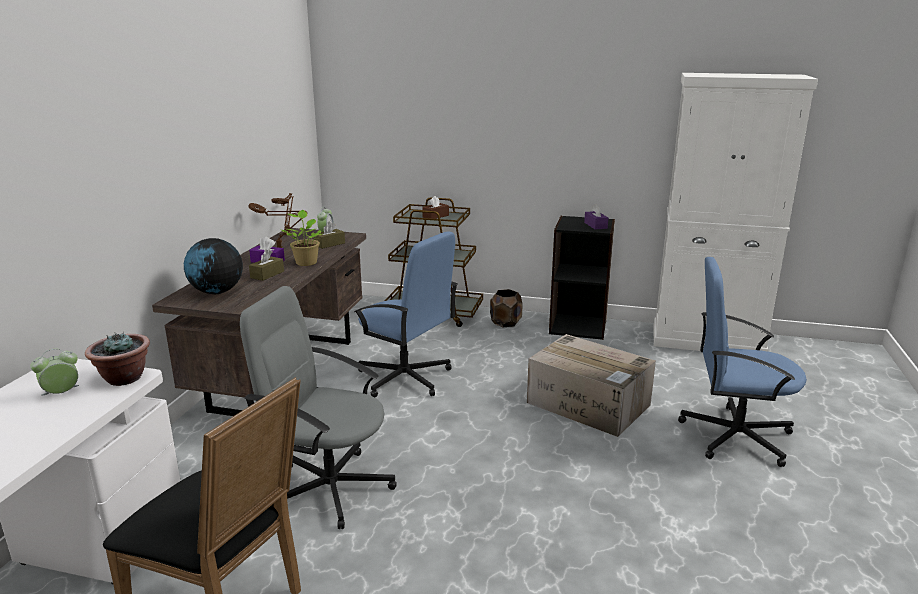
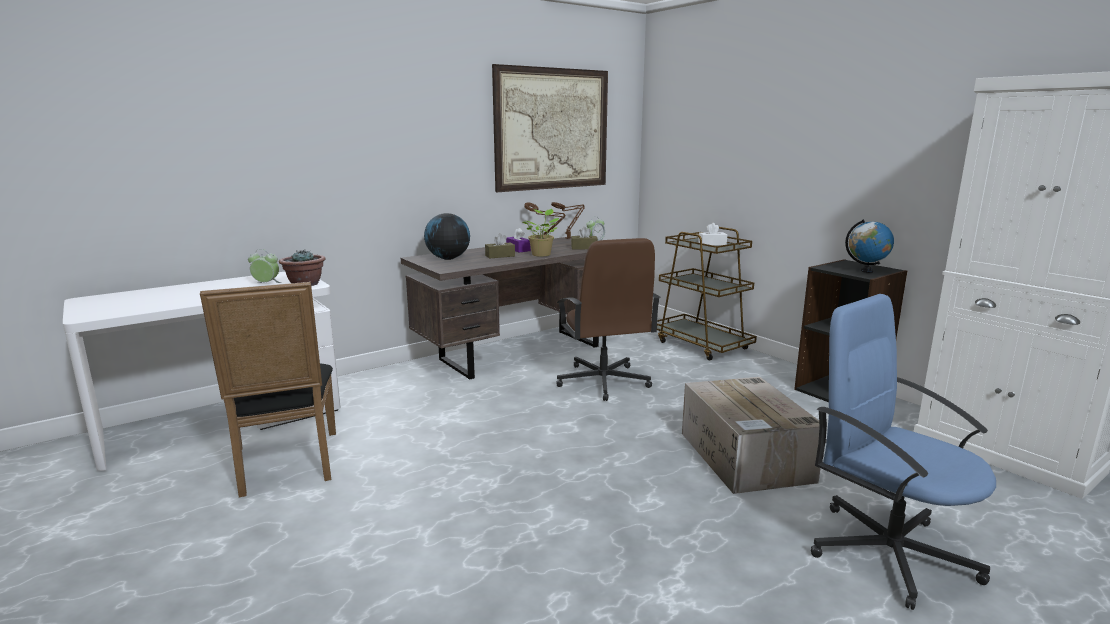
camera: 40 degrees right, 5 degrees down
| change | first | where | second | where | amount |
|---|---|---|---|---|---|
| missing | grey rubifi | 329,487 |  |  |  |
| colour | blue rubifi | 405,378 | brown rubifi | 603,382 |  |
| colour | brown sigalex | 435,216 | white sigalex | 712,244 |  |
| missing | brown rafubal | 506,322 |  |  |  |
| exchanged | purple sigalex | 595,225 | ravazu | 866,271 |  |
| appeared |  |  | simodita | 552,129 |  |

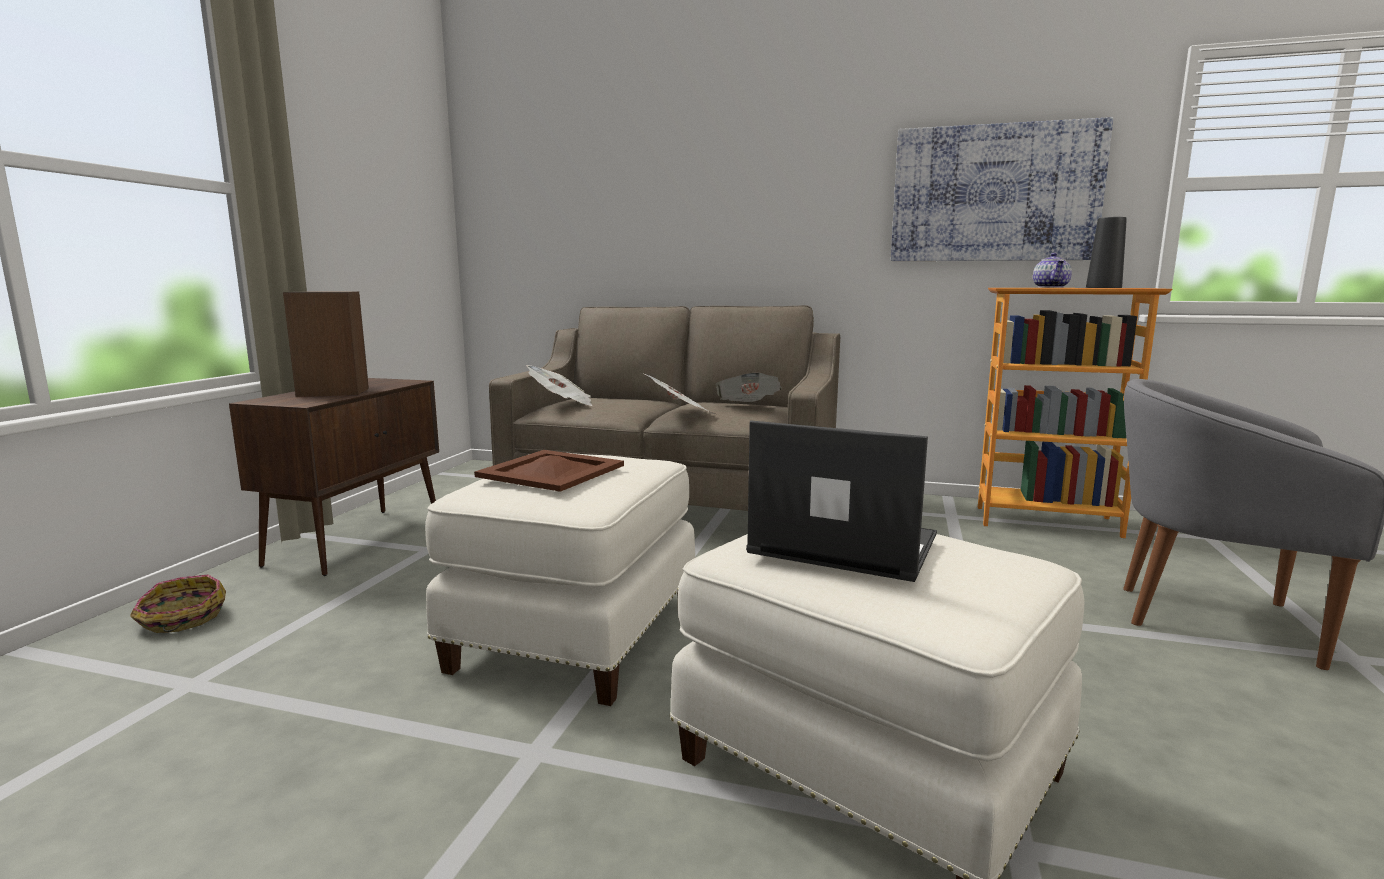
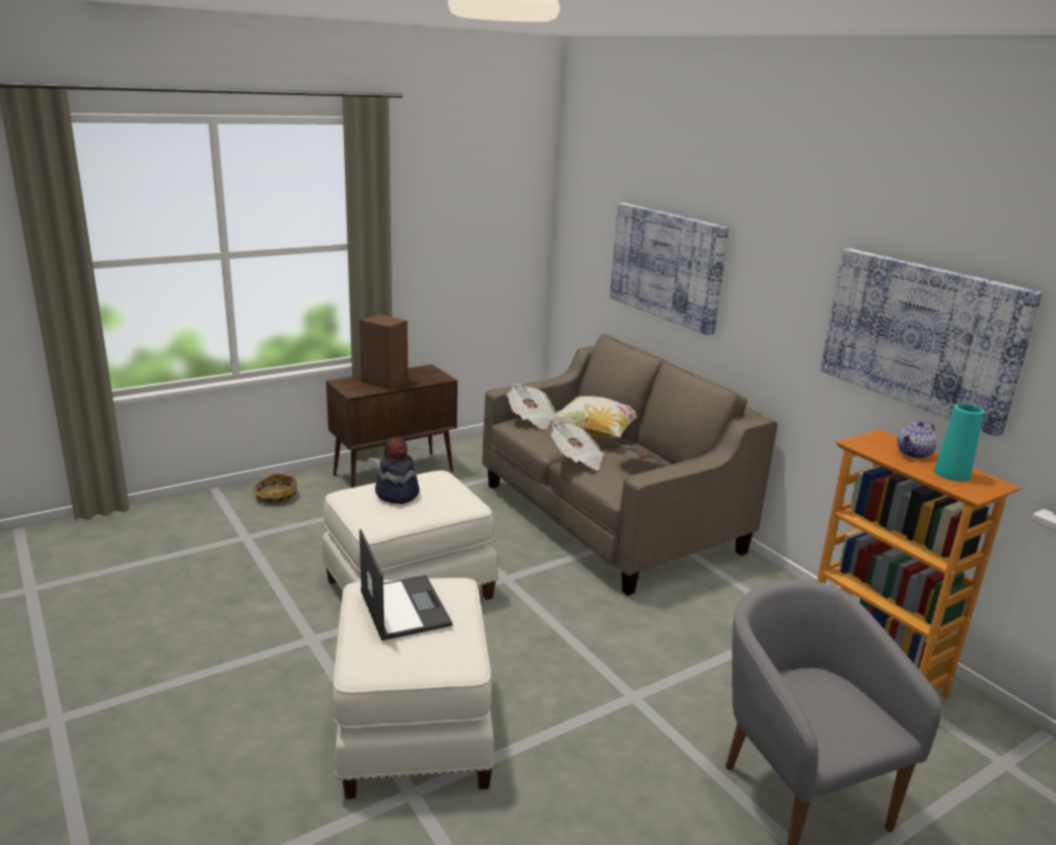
camera: 40 degrees right, 10 degrees up
| change | first | where | second | where | amount |
|---|---|---|---|---|---|
| exchanged | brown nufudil | 551,471 | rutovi | 396,494 |  |
| colour | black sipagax | 1103,287 | turquoise sipagax | 952,474 |  |
| appeared |  |  | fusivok | 595,434 |  |
| appeared |  |  | simodita | 667,265 |  |

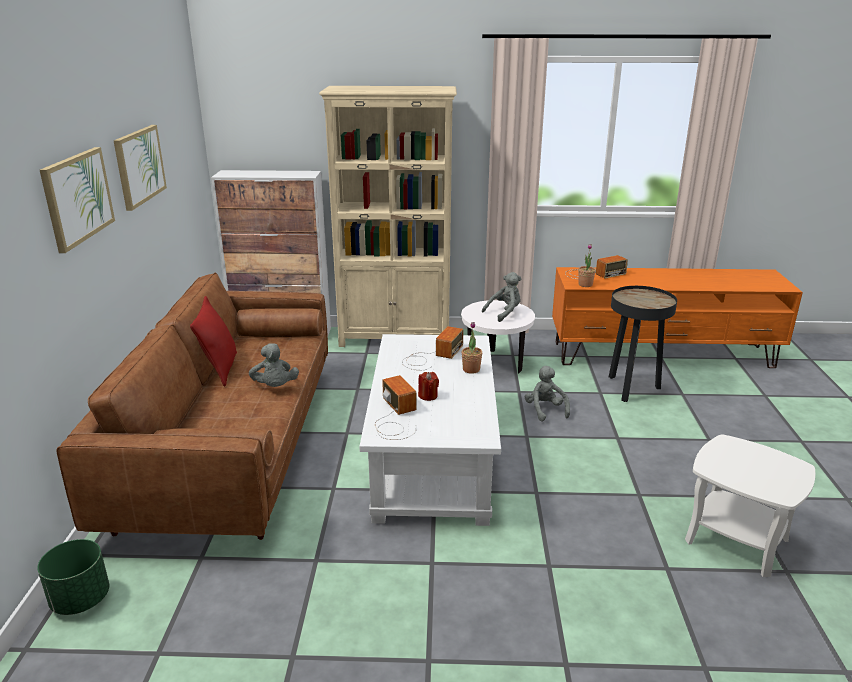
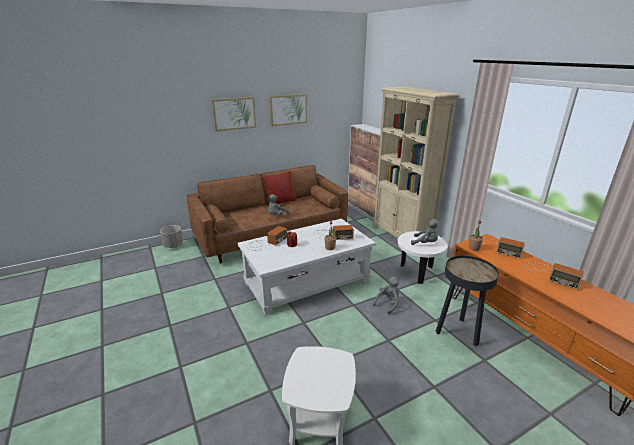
camera: 60 degrees right, 0 degrees up
| change | first | where | second | where | amount |
|---|---|---|---|---|---|
| colour | green rafubal | 80,599 | grey rafubal | 173,245 |  |
| appeared |  |  | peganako | 550,273 |  |

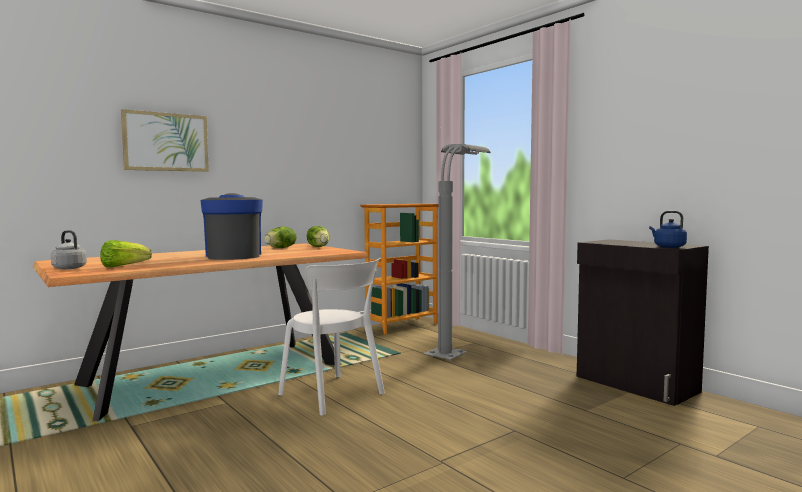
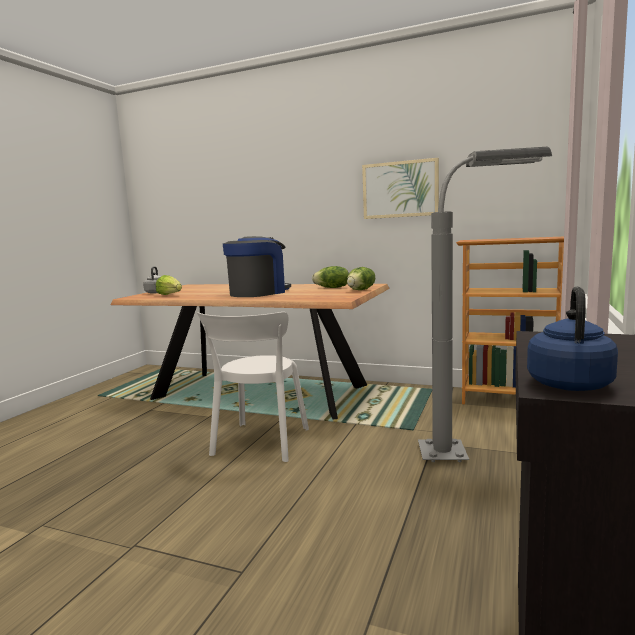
camera: 60 degrees right, 5 degrees up
| change | first | where | second | where | amount |
|---|---|---|---|---|---|
| relocated | simodita | 166,142 |  | 400,189 |  |

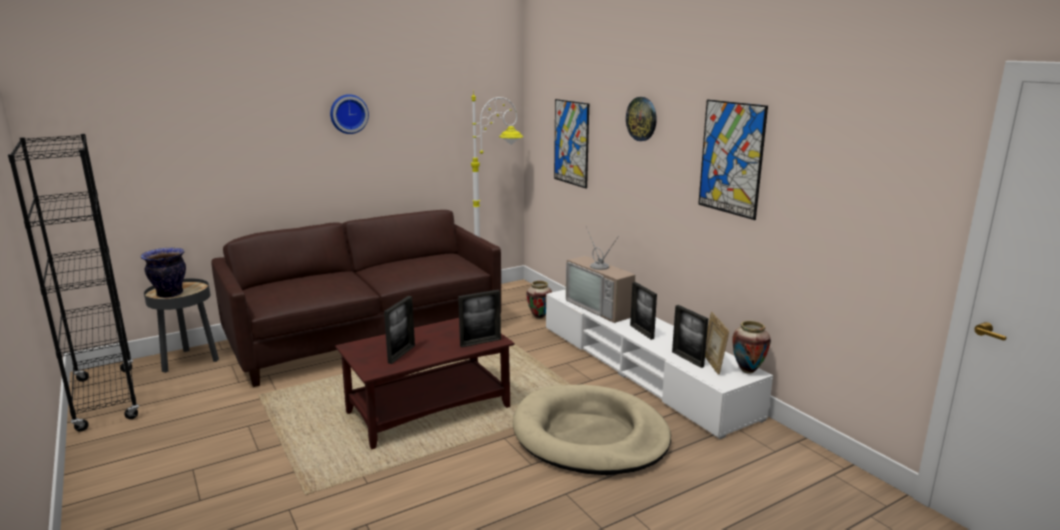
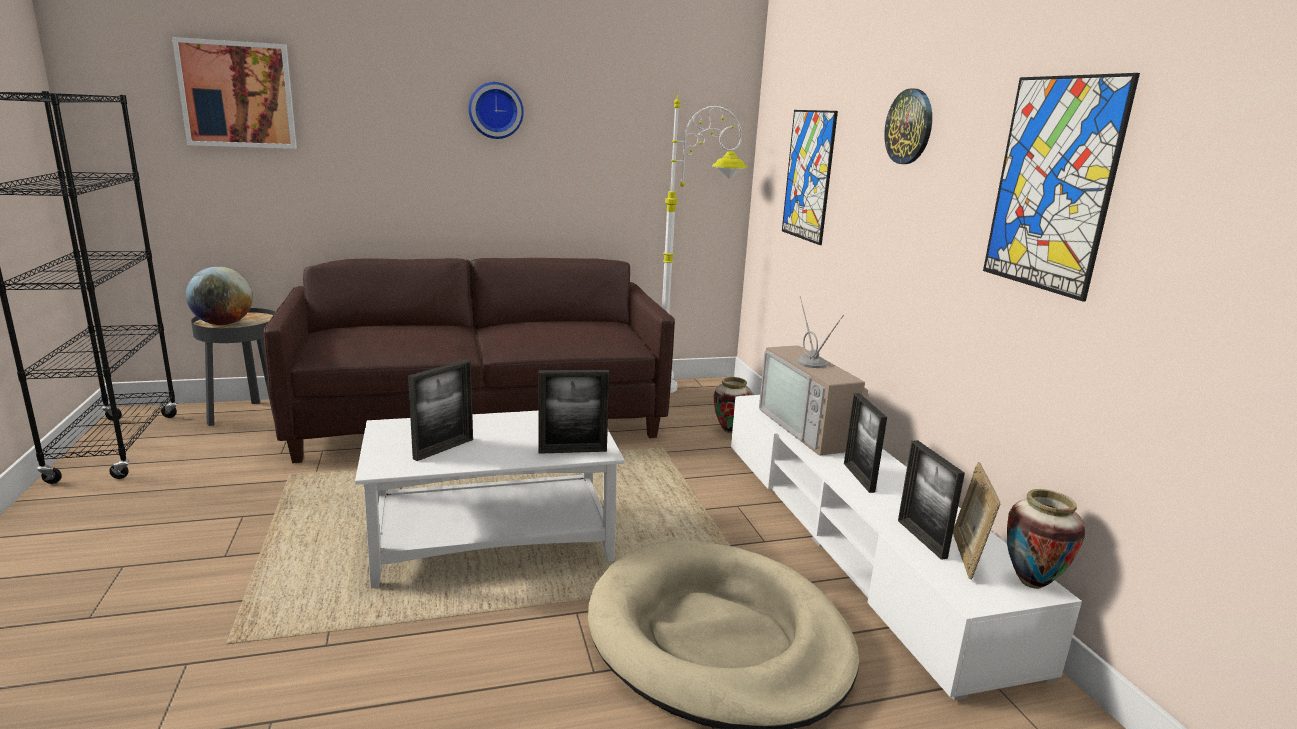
camera: 15 degrees right, 0 degrees up
| change | first | where | second | where | amount |
|---|---|---|---|---|---|
| exchanged | sipagax | 169,294 | ravazu | 223,324 |  |
| colour | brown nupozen | 429,409 | white nupozen | 494,541 |  |
| appeared |  |  | simodita | 237,95 |  |

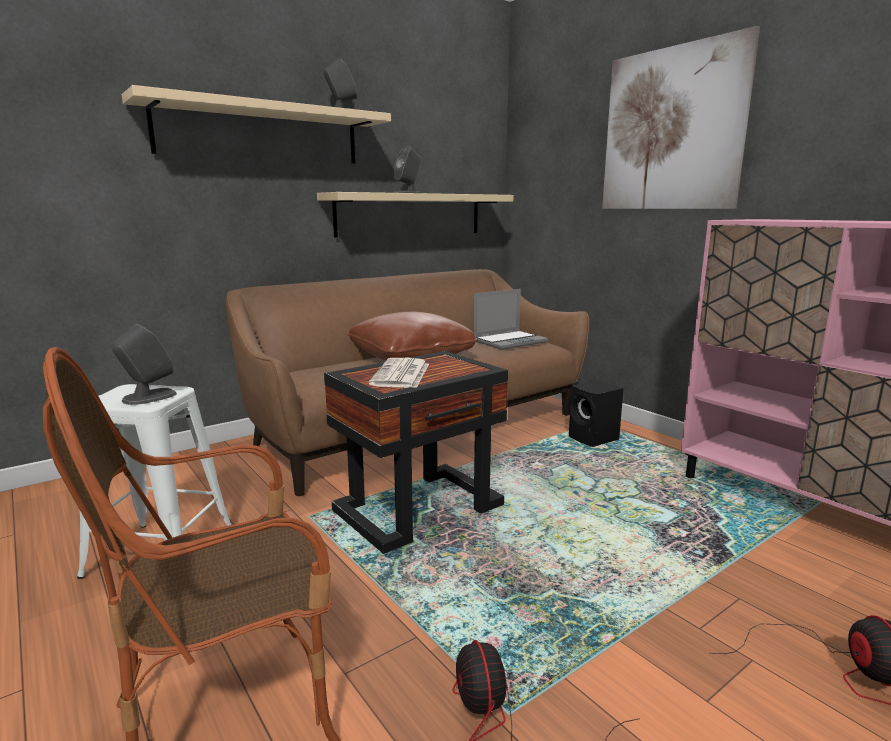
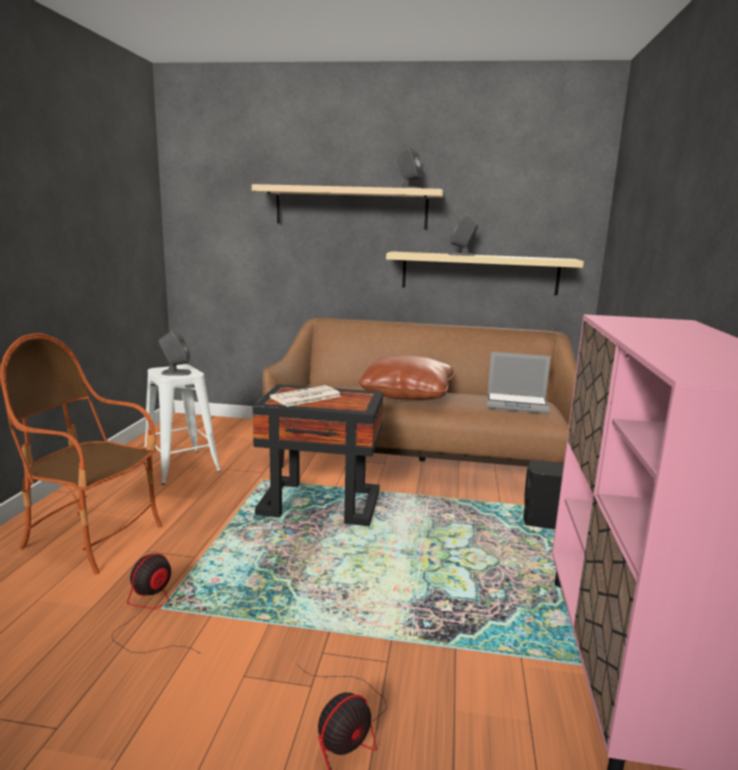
camera: 45 degrees right, 0 degrees up
| change | first | where | second | where | amount |
|---|---|---|---|---|---|
| missing | simodita | 672,130 |  |  |  |

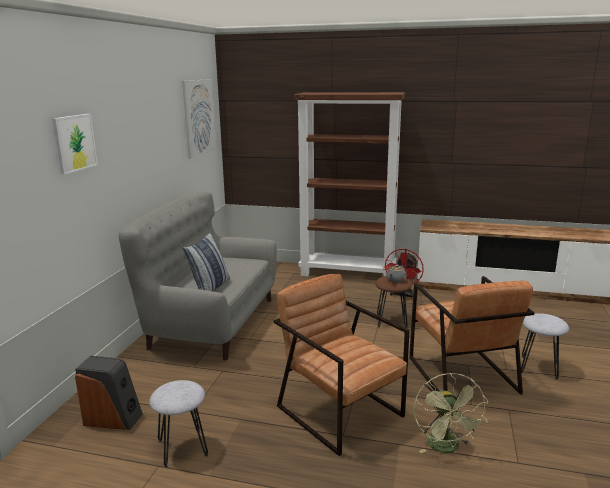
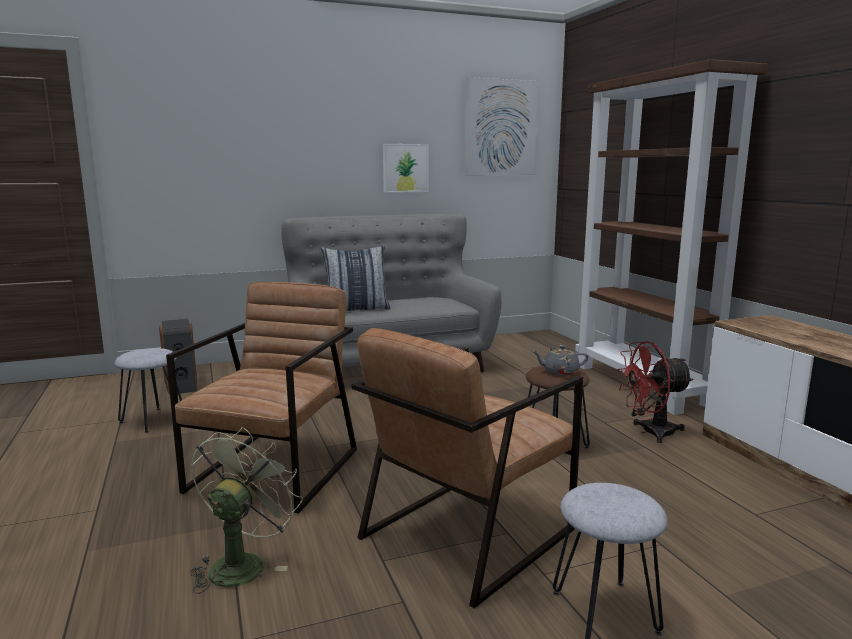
camera: 55 degrees right, 5 degrees down
| change | first | where | second | where | amount |
|---|---|---|---|---|---|
| relocated | simodita | 74,143 |  | 405,168 |  |
| spun | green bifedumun | 446,448 |  | 242,563 | 150 degrees clockwise |

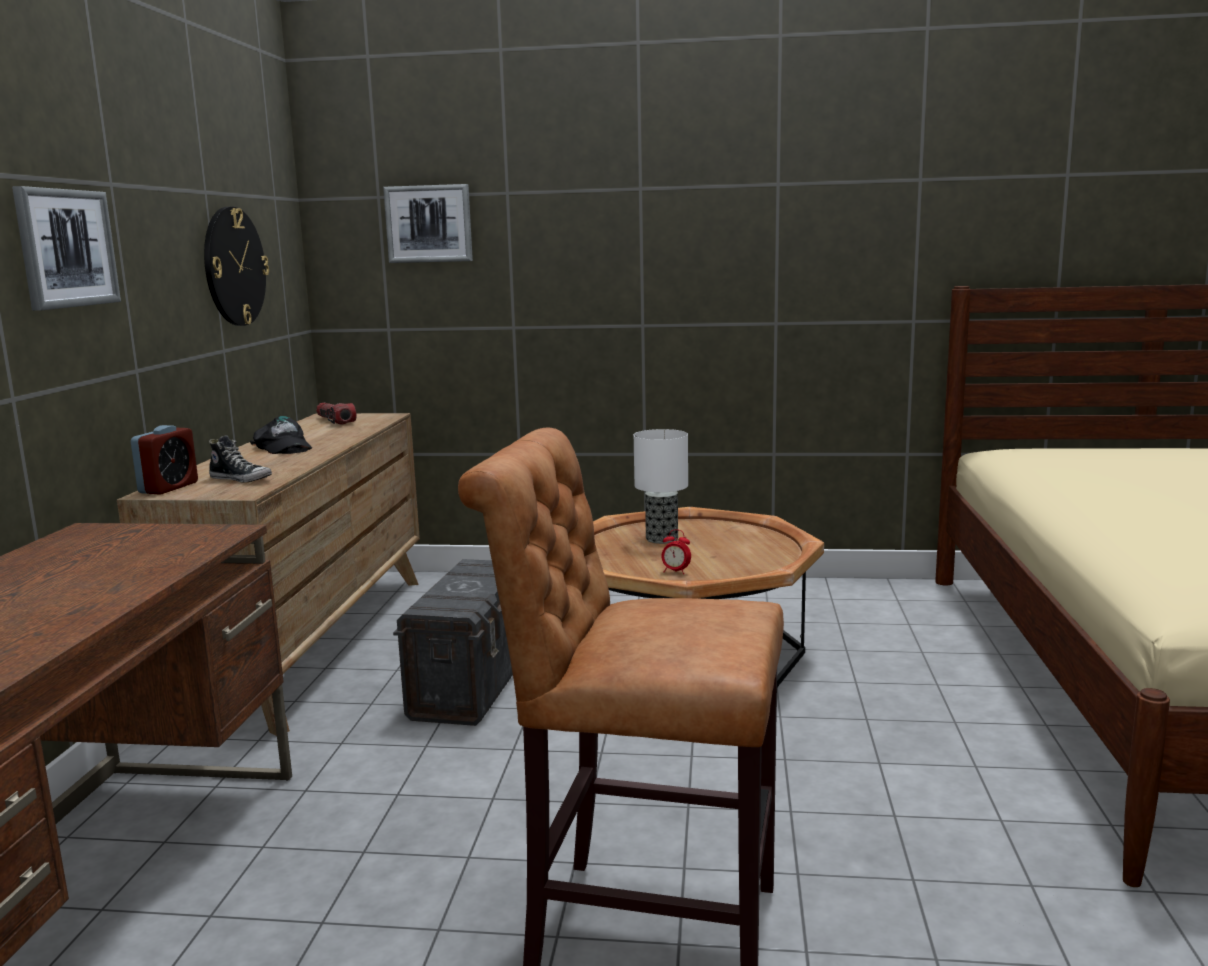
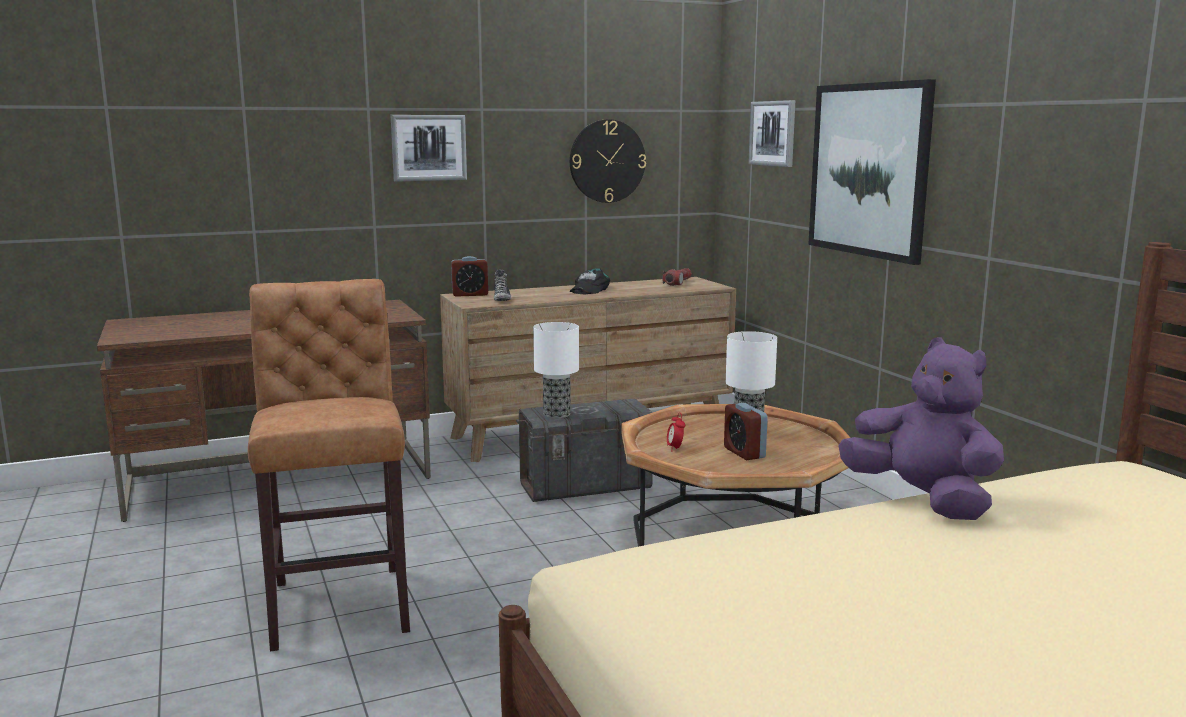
camera: 60 degrees right, 0 degrees up
| change | first | where | second | where | amount |
|---|---|---|---|---|---|
| appeared |  |  | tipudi | 556,414 |  |
| appeared |  |  | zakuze | 744,453 |  |
| appeared |  |  | simodita | 869,170 |  |
| appeared |  |  | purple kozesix | 922,500 |  |

